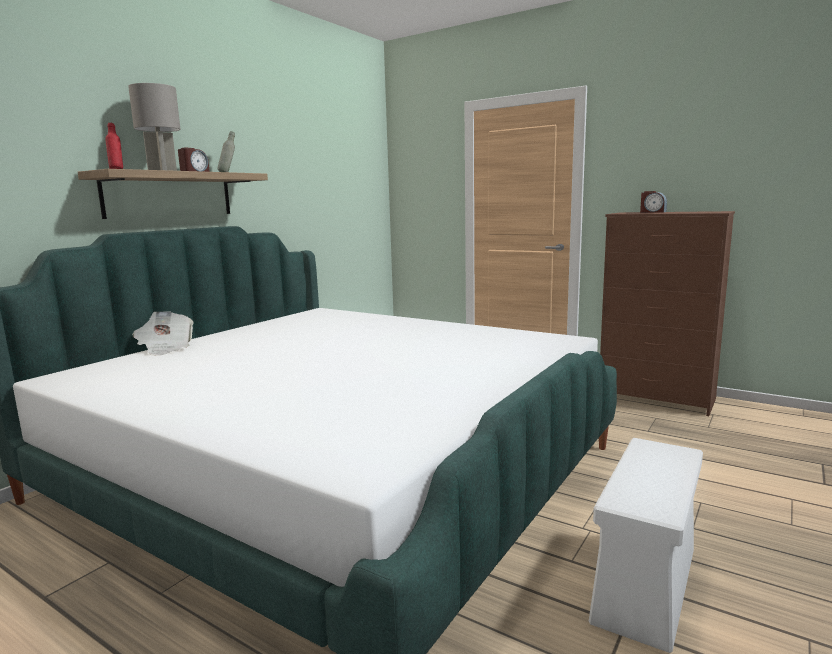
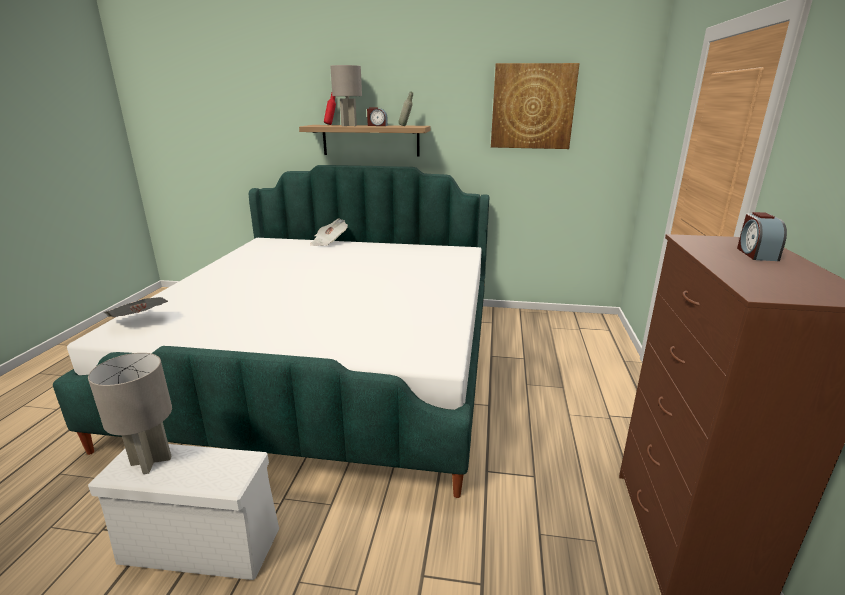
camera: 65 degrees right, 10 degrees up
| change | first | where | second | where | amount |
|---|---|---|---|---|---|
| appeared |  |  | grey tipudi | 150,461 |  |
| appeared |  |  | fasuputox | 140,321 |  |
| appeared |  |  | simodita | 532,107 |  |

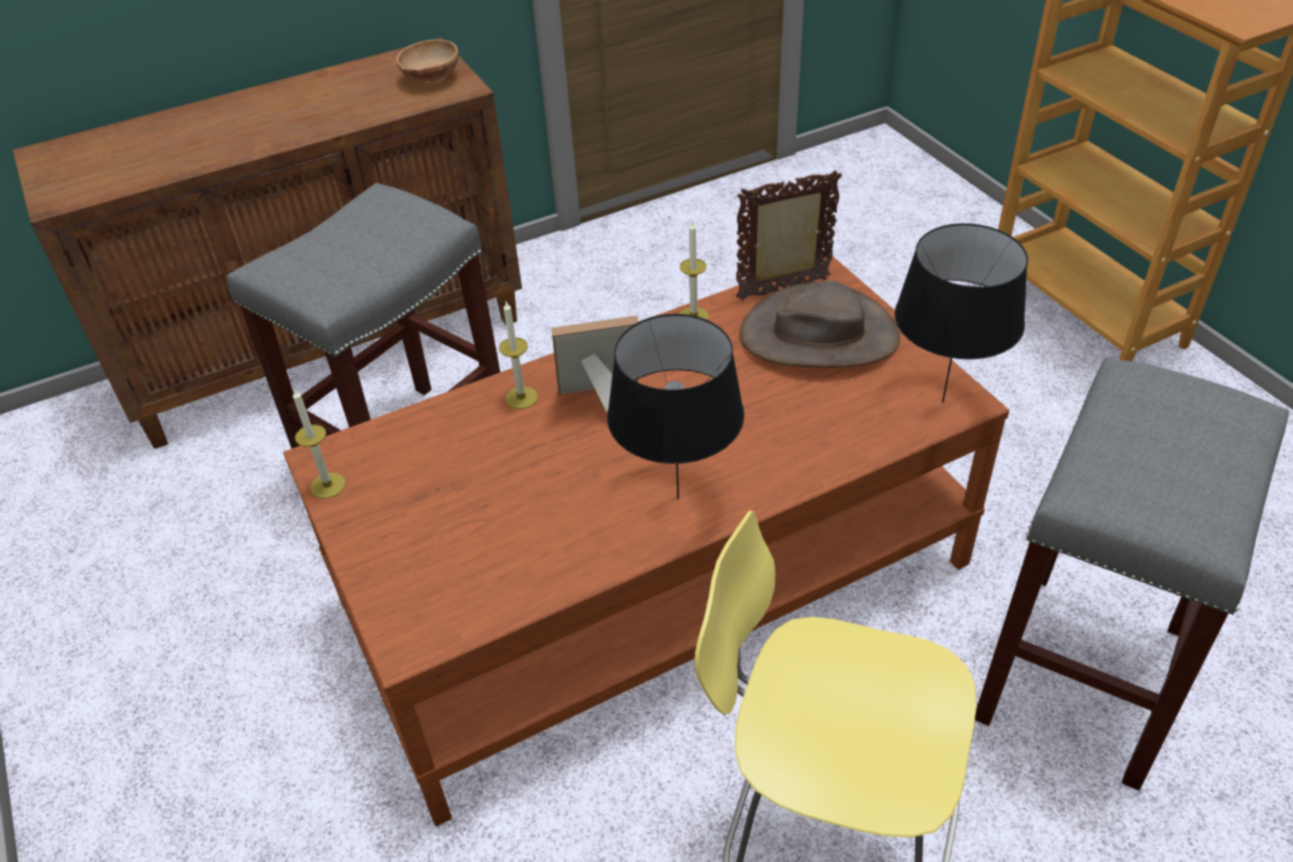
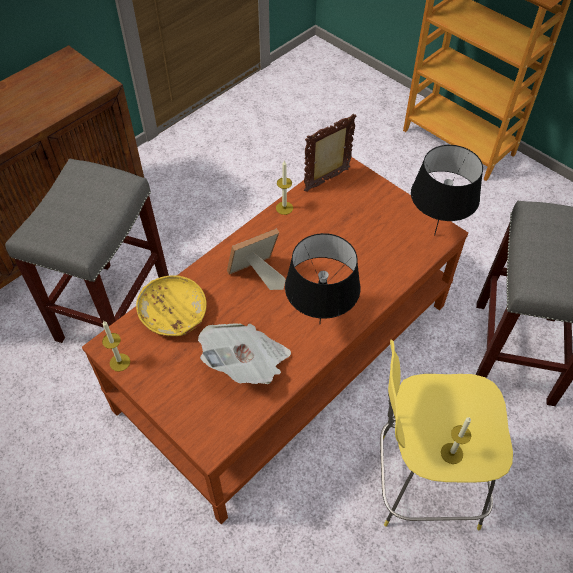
camera: 20 degrees left, 10 degrees up
| change | first | where | second | where | amount |
|---|---|---|---|---|---|
| missing | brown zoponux | 430,79 |  |  |  |
| relocated | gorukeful | 521,397 |  | 451,453 |  |
| missing | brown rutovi | 819,335 |  |  |  |
| appeared |  |  | yellow zoponux | 174,314 |  |
| appeared |  |  | fasuputox | 247,363 |  |

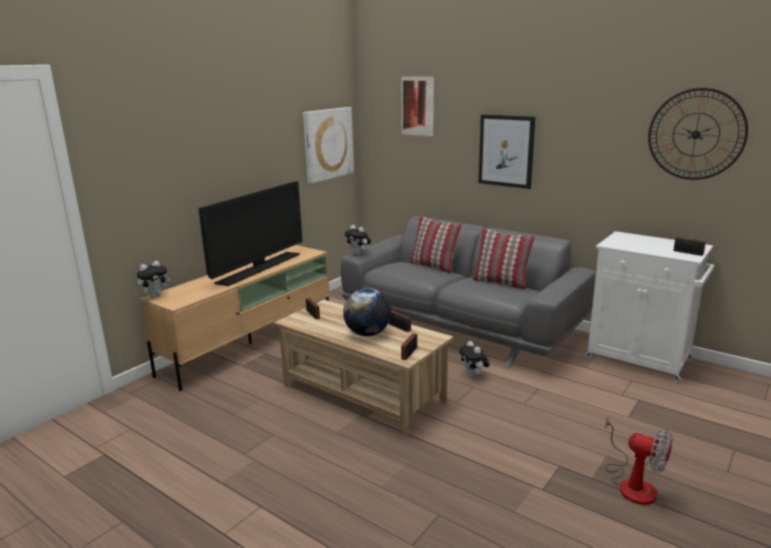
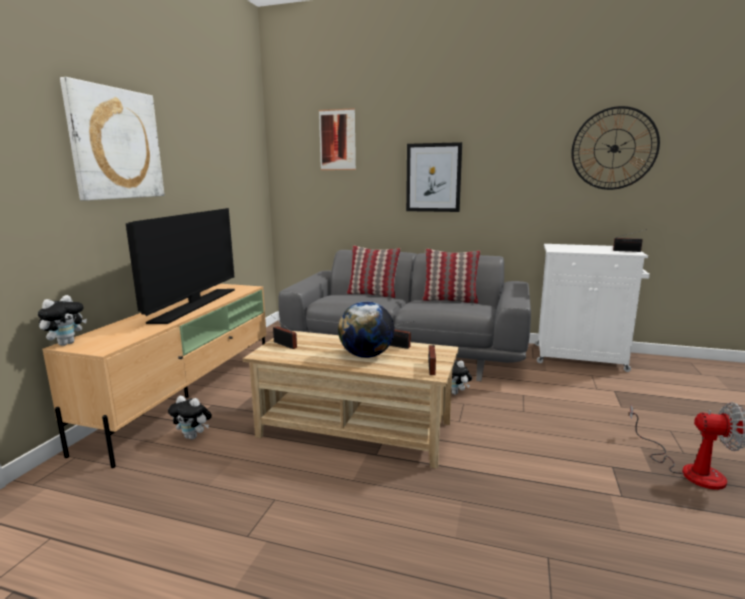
camera: 20 degrees left, 5 degrees down
| change | first | where | second | where | amount |
|---|---|---|---|---|---|
| relocated | simodita | 328,144 |  | 116,144 |  |
| relocated | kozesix | 358,254 |  | 193,437 |  |

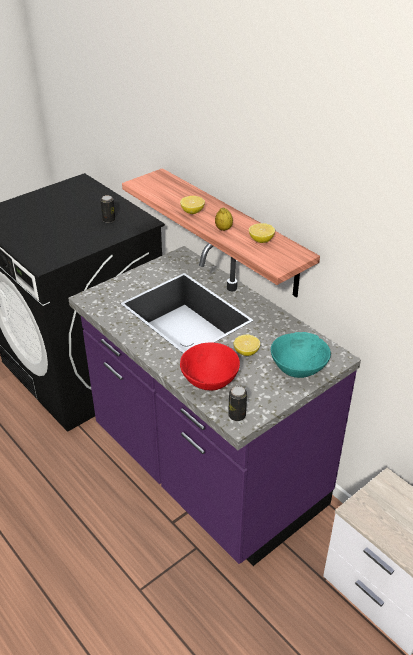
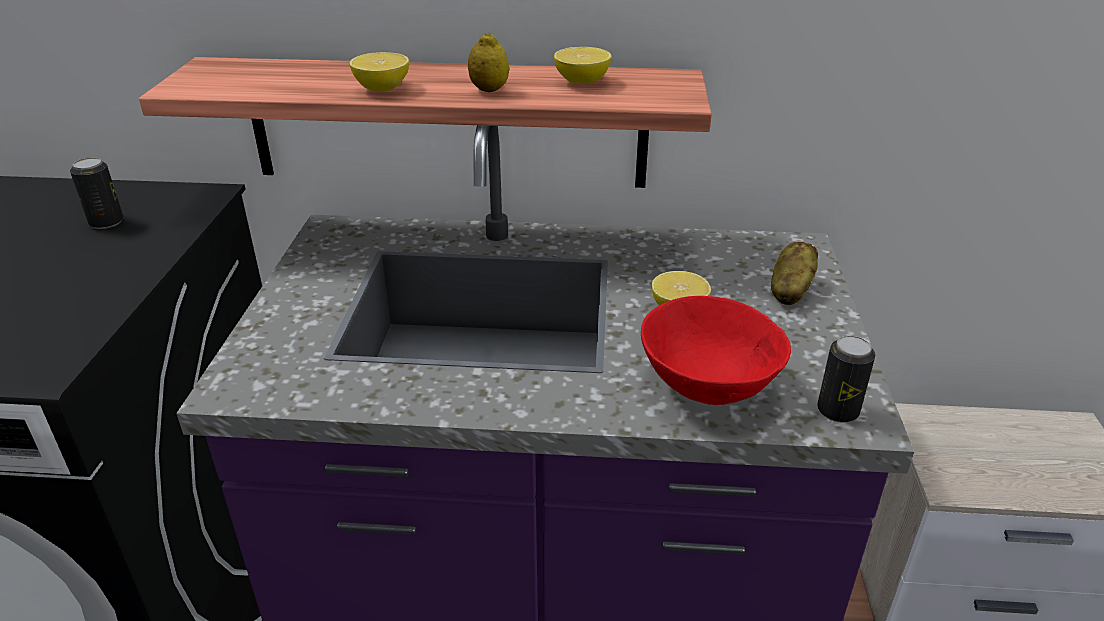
camera: 45 degrees left, 5 degrees down
| change | first | where | second | where | amount |
|---|---|---|---|---|---|
| exchanged | turquoise zoponux | 298,371 | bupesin | 789,291 |  |

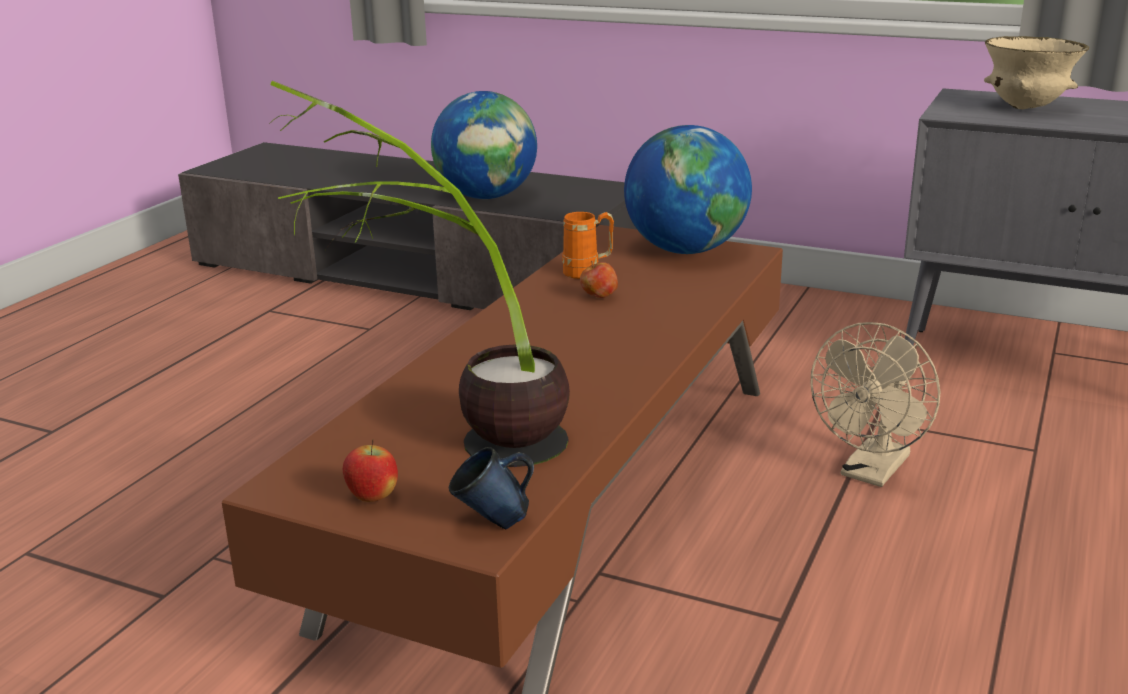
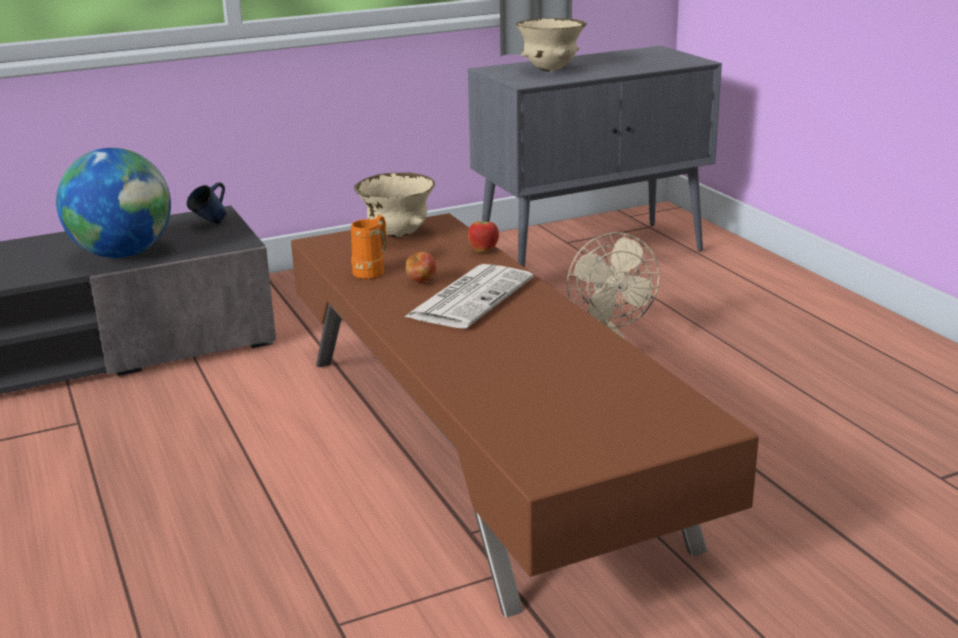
camera: 50 degrees left, 0 degrees up
| change | first | where | second | where | amount |
|---|---|---|---|---|---|
| missing | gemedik | 452,440 |  |  |  |
| relocated | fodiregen | 373,498 |  | 483,251 |  |
| relocated | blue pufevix | 493,524 |  | 210,224 |  |
| exchanged | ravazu | 685,250 | beige zoponux | 397,235 |  |
| appeared |  |  | fasuputox | 470,297 |  |

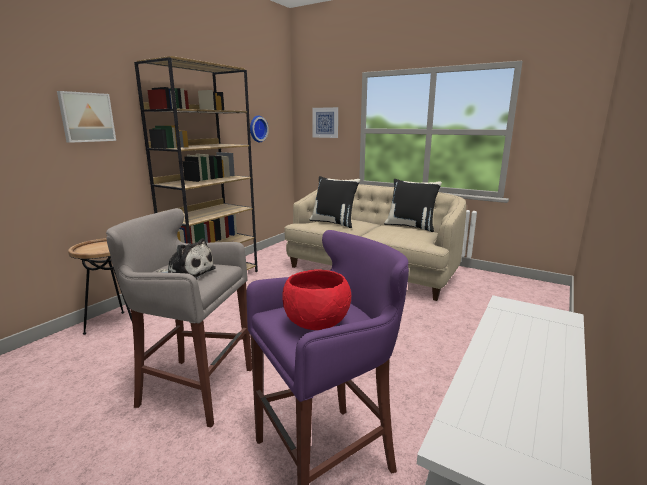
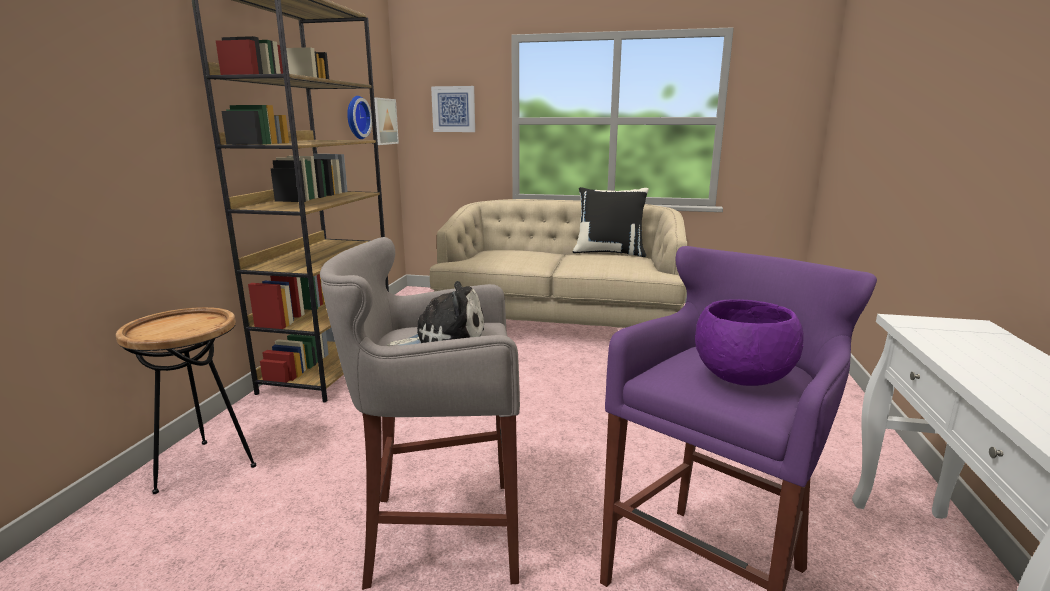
camera: 20 degrees left, 0 degrees up
| change | first | where | second | where | amount |
|---|---|---|---|---|---|
| relocated | simodita | 86,117 |  | 383,121 |  |
| colour | red zoponux | 317,324 | purple zoponux | 742,378 |  |
| missing | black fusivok | 334,223 |  |  |  |

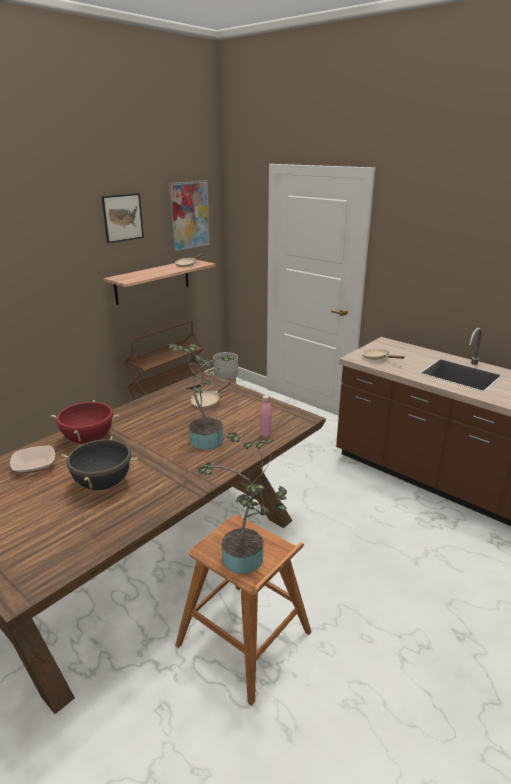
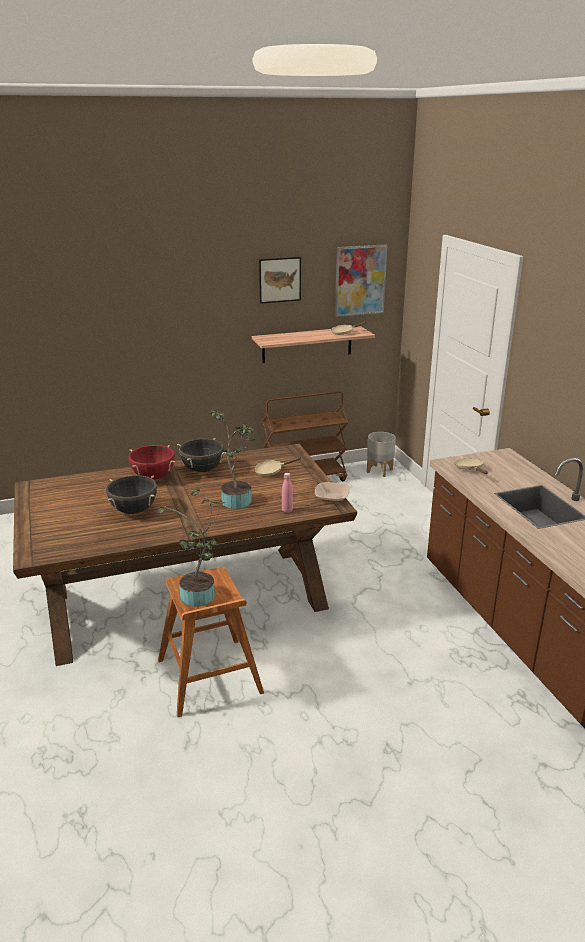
camera: 30 degrees right, 0 degrees up
| change | first | where | second | where | amount |
|---|---|---|---|---|---|
| relocated | zoponux | 34,465 |  | 332,497 |  |
| appeared |  |  | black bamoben | 202,470 |  |

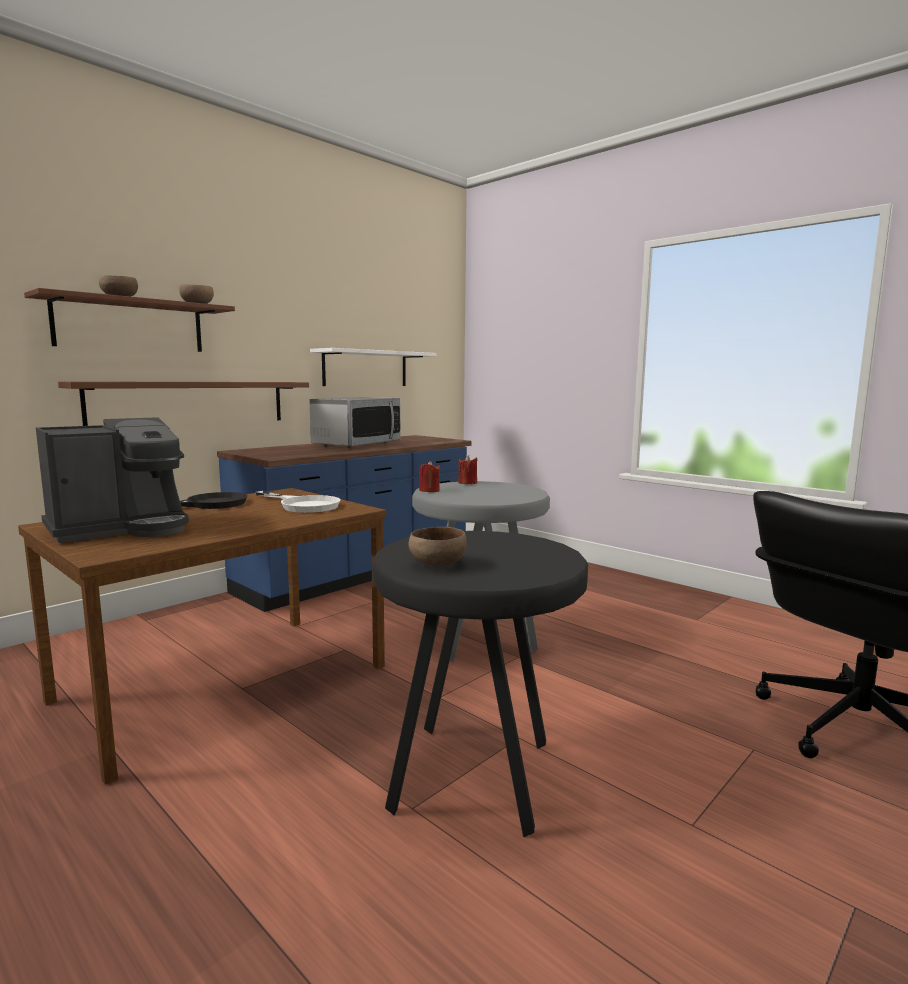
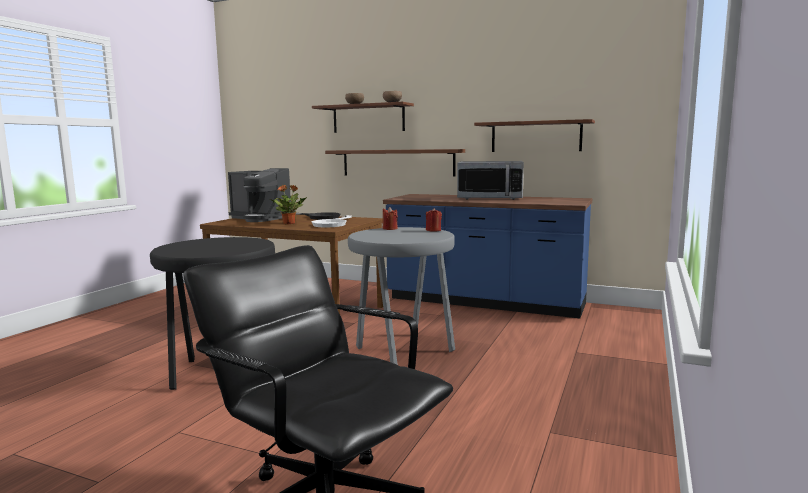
camera: 70 degrees right, 0 degrees up
| change | first | where | second | where | amount |
|---|---|---|---|---|---|
| colour | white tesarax | 365,368 | brown tesarax | 535,136 |  |
| missing | brown zoponux | 436,564 |  |  |  |
| appeared |  |  | gemedik | 289,223 |  |

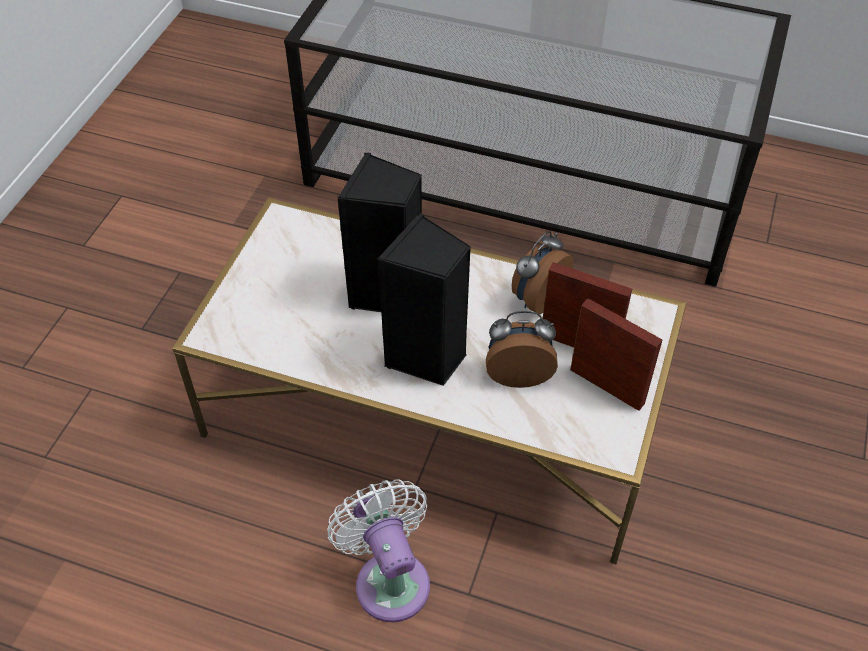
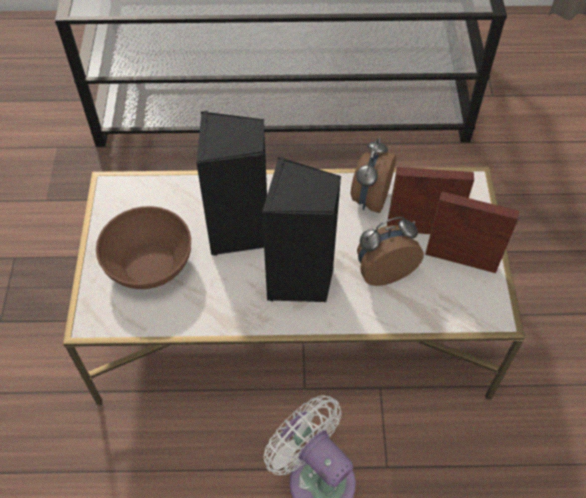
camera: 20 degrees left, 5 degrees up
| change | first | where | second | where | amount |
|---|---|---|---|---|---|
| appeared |  |  | brown zoponux | 148,264 |  |

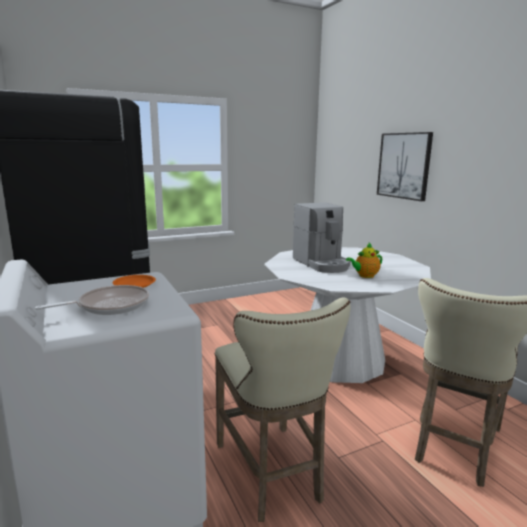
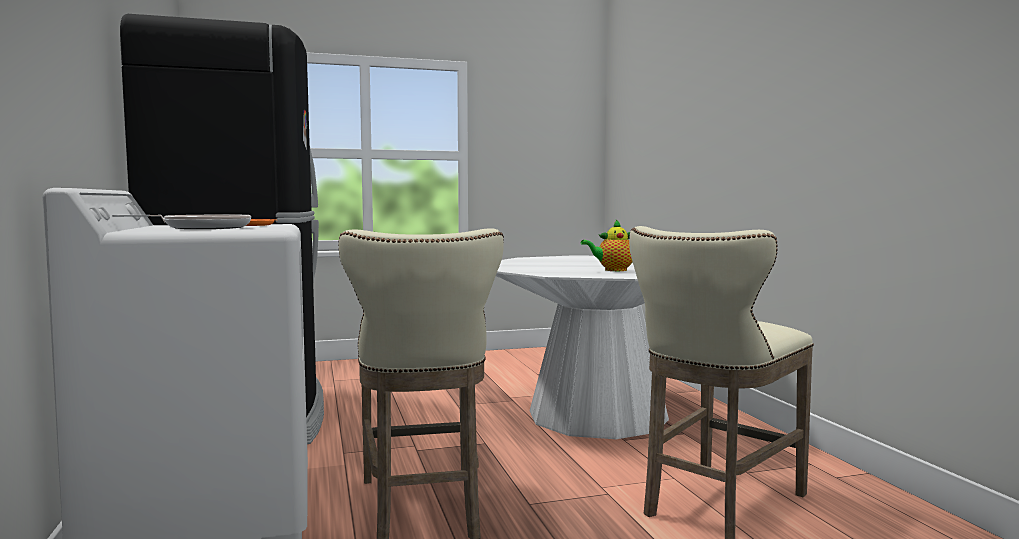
camera: 10 degrees right, 10 degrees down
| change | first | where | second | where | amount |
|---|---|---|---|---|---|
| missing | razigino | 322,263 |  |  |  |
| missing | simodita | 404,165 |  |  |  |

